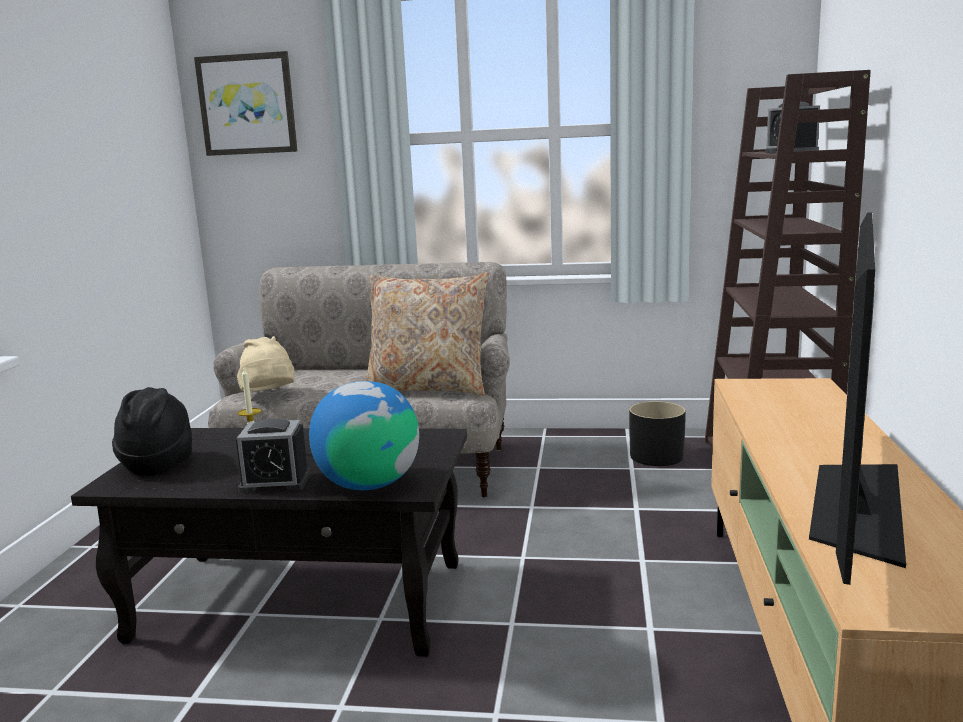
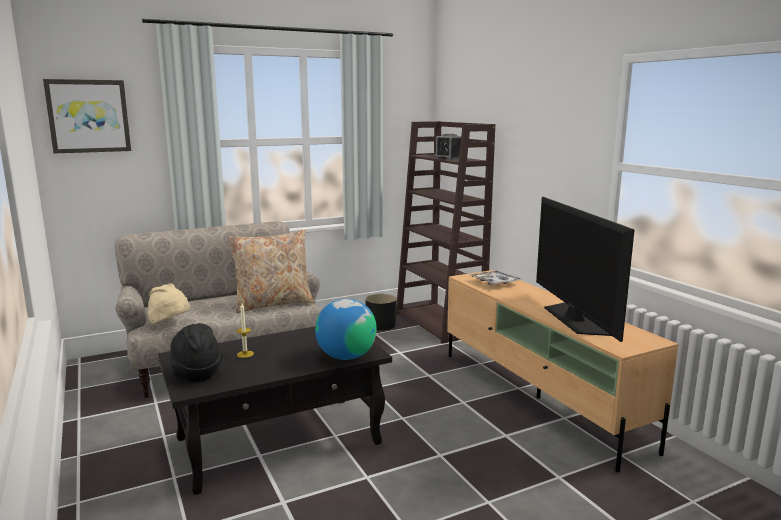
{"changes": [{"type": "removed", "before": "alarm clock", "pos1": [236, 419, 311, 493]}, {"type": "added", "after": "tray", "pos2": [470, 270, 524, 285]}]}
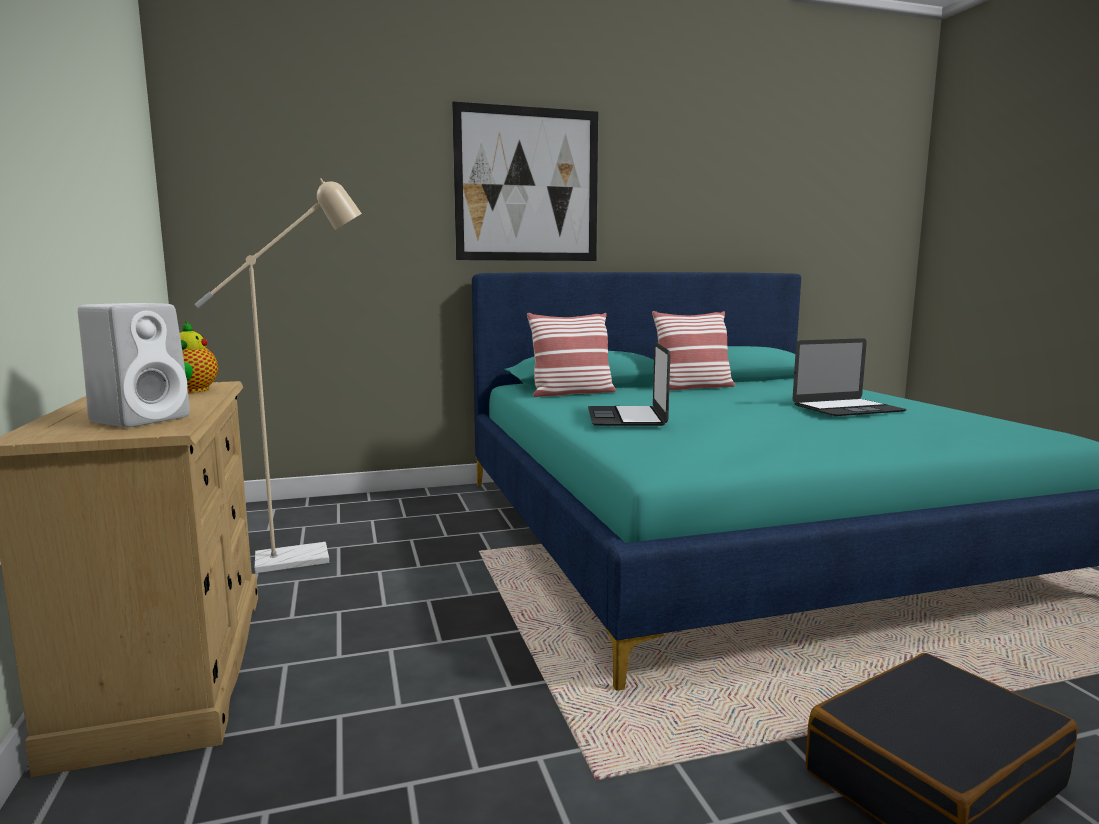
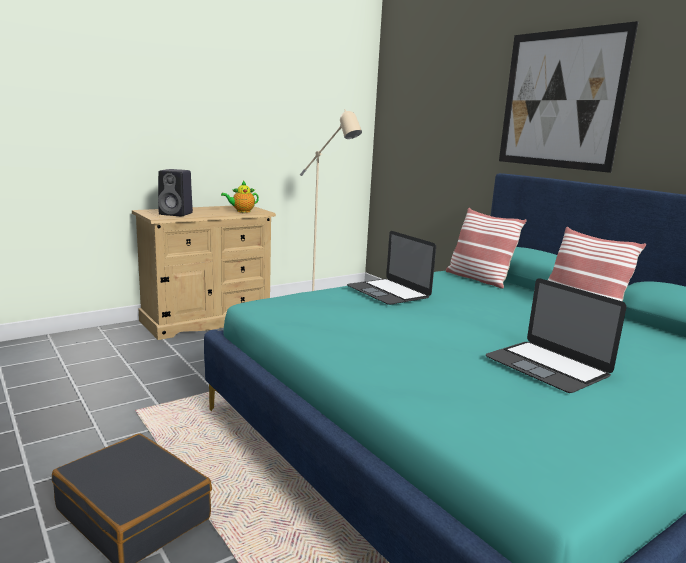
{"changes": [{"type": "recoloured", "before": "white speaker", "after": "black speaker", "pos1": [78, 303, 190, 428], "pos2": [158, 169, 193, 216]}, {"type": "turned", "before": "laptop", "pos1": [588, 342, 670, 426], "pos2": [347, 231, 436, 305], "turn": -105}]}
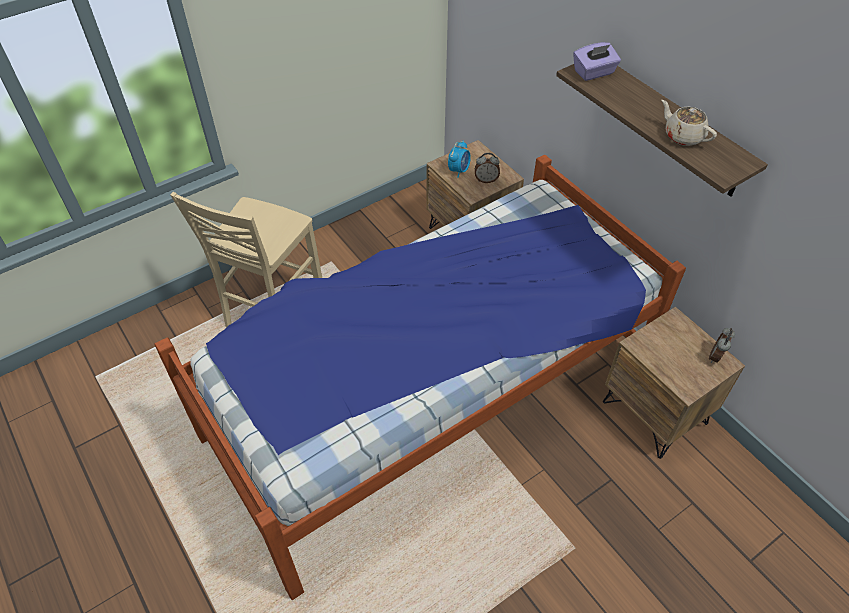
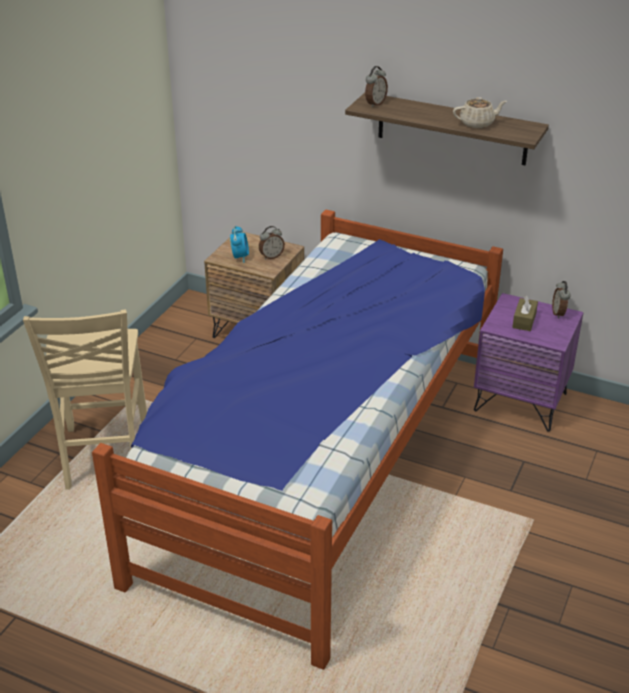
{"changes": [{"type": "replaced", "before": "purple tissue box", "after": "alarm clock", "pos1": [573, 42, 621, 81], "pos2": [365, 66, 388, 108]}, {"type": "turned", "before": "beige teapot", "pos1": [662, 100, 717, 146], "pos2": [453, 97, 507, 128], "turn": 150}, {"type": "recoloured", "before": "brown nightstand", "after": "purple nightstand", "pos1": [603, 307, 745, 459], "pos2": [474, 293, 583, 432]}, {"type": "added", "after": "brown tissue box", "pos2": [512, 295, 538, 331]}]}
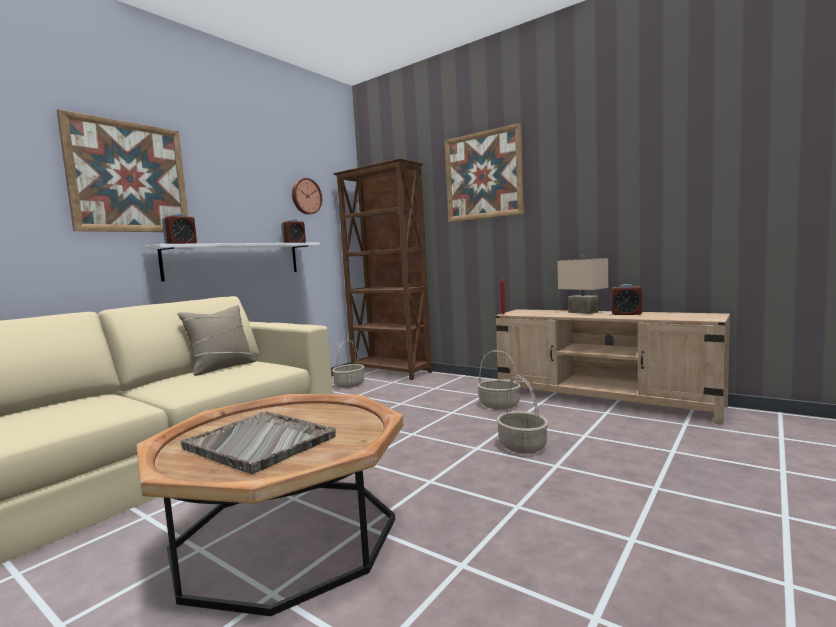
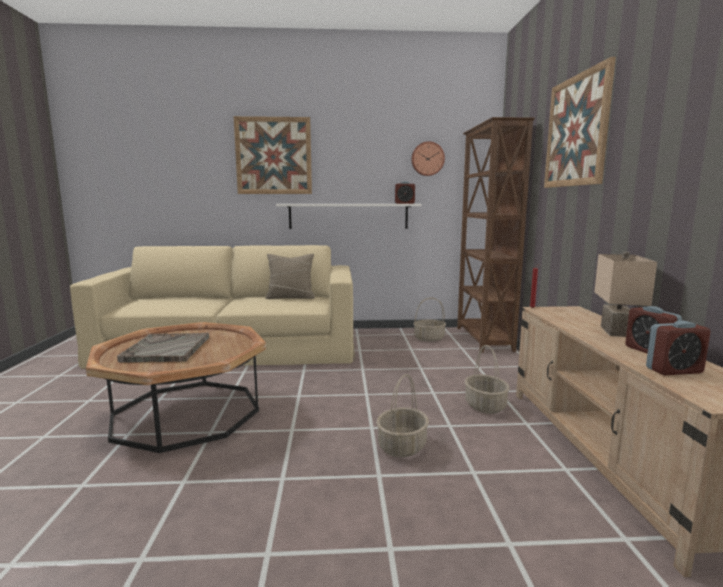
{"changes": [{"type": "moved", "before": "alarm clock", "pos1": [162, 213, 197, 244], "pos2": [646, 320, 711, 375]}]}
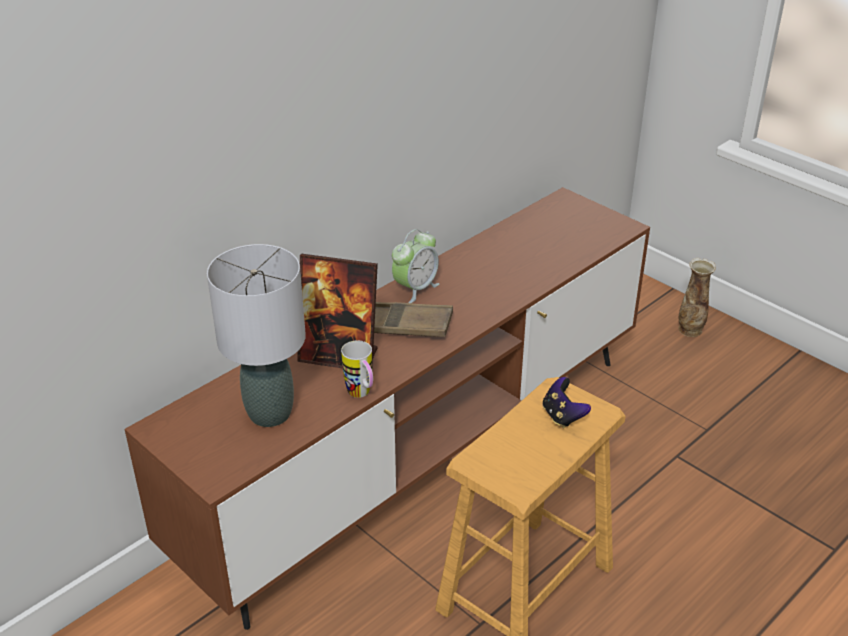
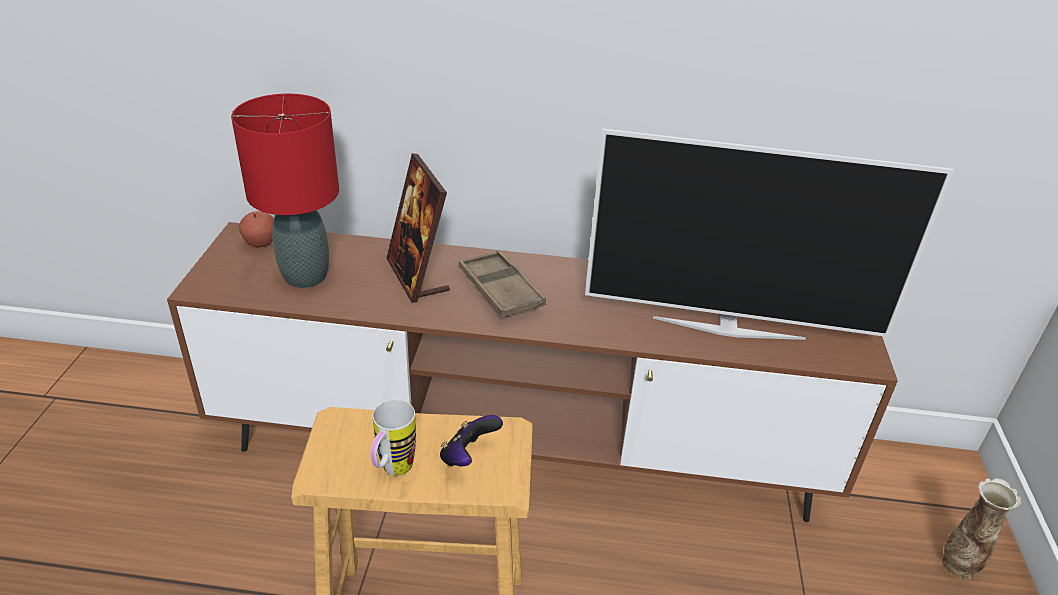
{"changes": [{"type": "removed", "before": "alarm clock", "pos1": [392, 229, 439, 303]}, {"type": "recoloured", "before": "grey table lamp", "after": "red table lamp", "pos1": [207, 244, 306, 427], "pos2": [231, 94, 339, 288]}, {"type": "moved", "before": "mug", "pos1": [341, 340, 373, 398], "pos2": [371, 400, 416, 476]}, {"type": "added", "after": "television", "pos2": [585, 129, 954, 340]}, {"type": "added", "after": "apple", "pos2": [239, 211, 274, 248]}]}
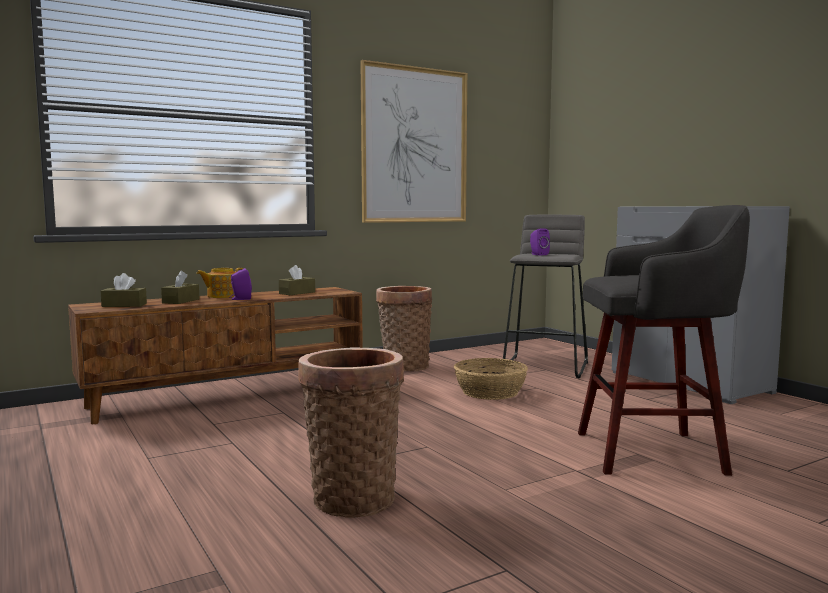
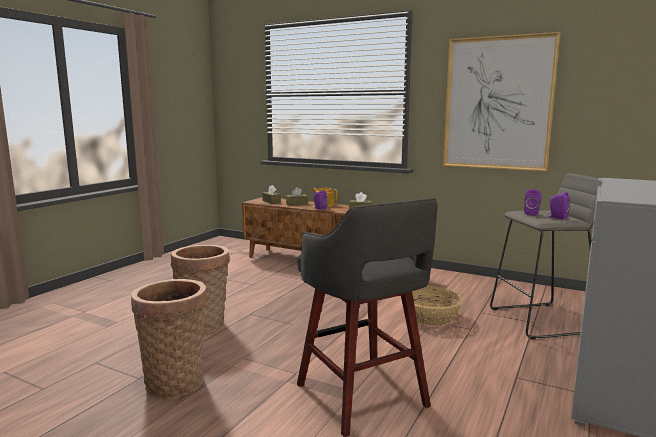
{"changes": [{"type": "moved", "before": "basket", "pos1": [376, 286, 432, 371], "pos2": [131, 279, 207, 399]}, {"type": "added", "after": "purple speaker", "pos2": [548, 192, 570, 220]}]}
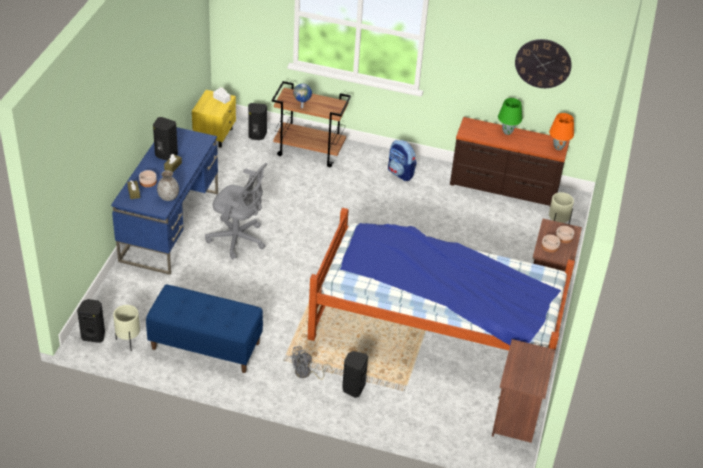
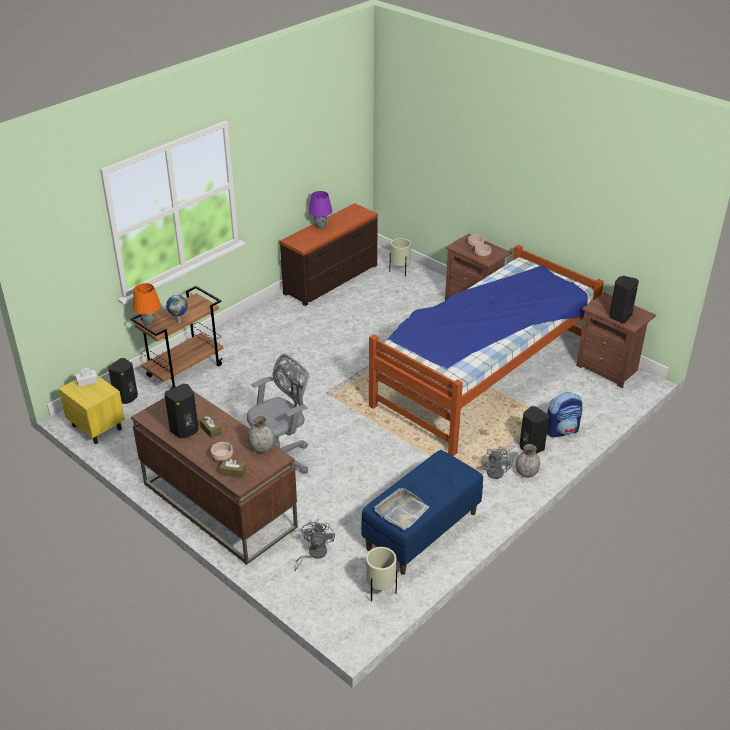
{"changes": [{"type": "removed", "before": "wall clock", "pos1": [515, 39, 572, 88]}, {"type": "recoloured", "before": "green table lamp", "after": "purple table lamp", "pos1": [498, 98, 522, 135], "pos2": [308, 191, 332, 229]}, {"type": "moved", "before": "orange table lamp", "pos1": [549, 113, 574, 150], "pos2": [133, 283, 161, 326]}, {"type": "recoloured", "before": "blue desk", "after": "brown desk", "pos1": [111, 127, 218, 275], "pos2": [131, 391, 298, 565]}, {"type": "moved", "before": "backpack", "pos1": [388, 140, 416, 181], "pos2": [547, 392, 583, 438]}, {"type": "moved", "before": "black speaker", "pos1": [77, 299, 105, 343], "pos2": [609, 276, 639, 323]}, {"type": "added", "after": "grey vase", "pos2": [516, 444, 540, 478]}, {"type": "added", "after": "grey tray", "pos2": [375, 488, 429, 530]}, {"type": "added", "after": "grey fan", "pos2": [295, 519, 335, 571]}]}
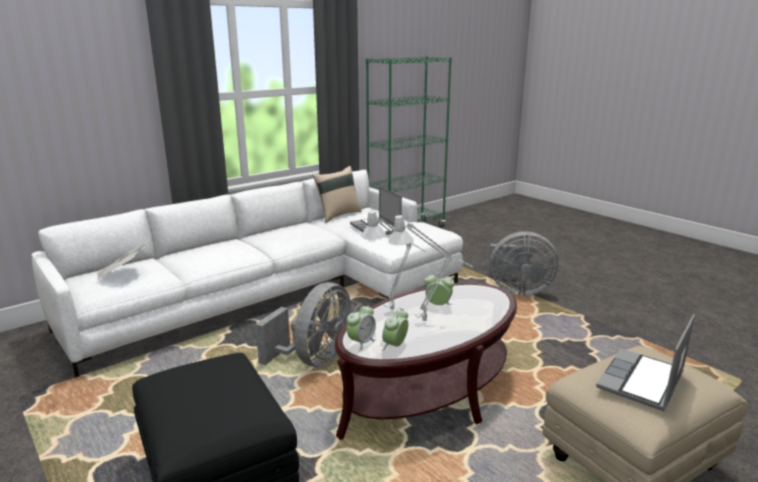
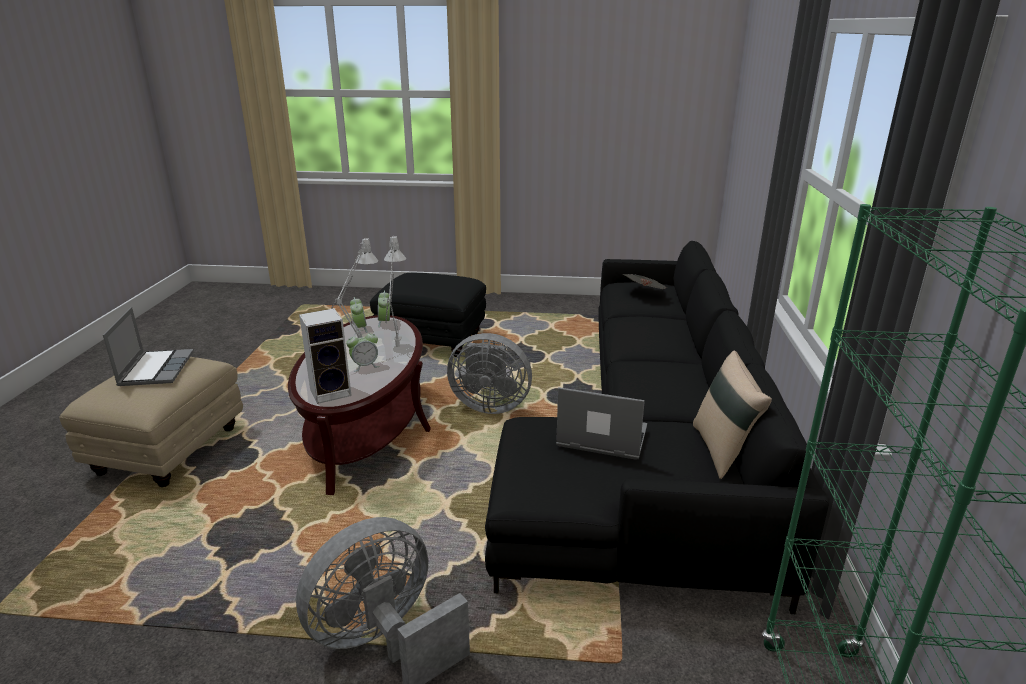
{"changes": [{"type": "recoloured", "before": "white sofa", "after": "black sofa", "pos1": [31, 170, 463, 377], "pos2": [485, 241, 829, 614]}, {"type": "turned", "before": "grey fan", "pos1": [255, 282, 351, 367], "pos2": [447, 333, 532, 414], "turn": -60}, {"type": "added", "after": "speaker", "pos2": [299, 308, 352, 404]}]}
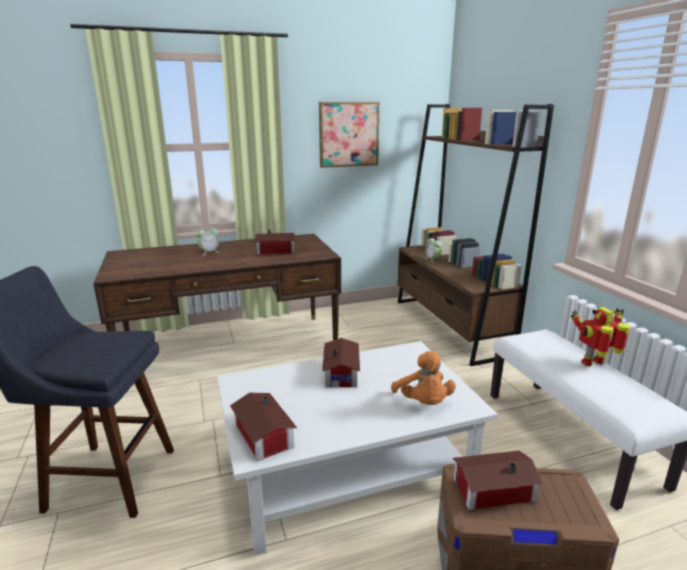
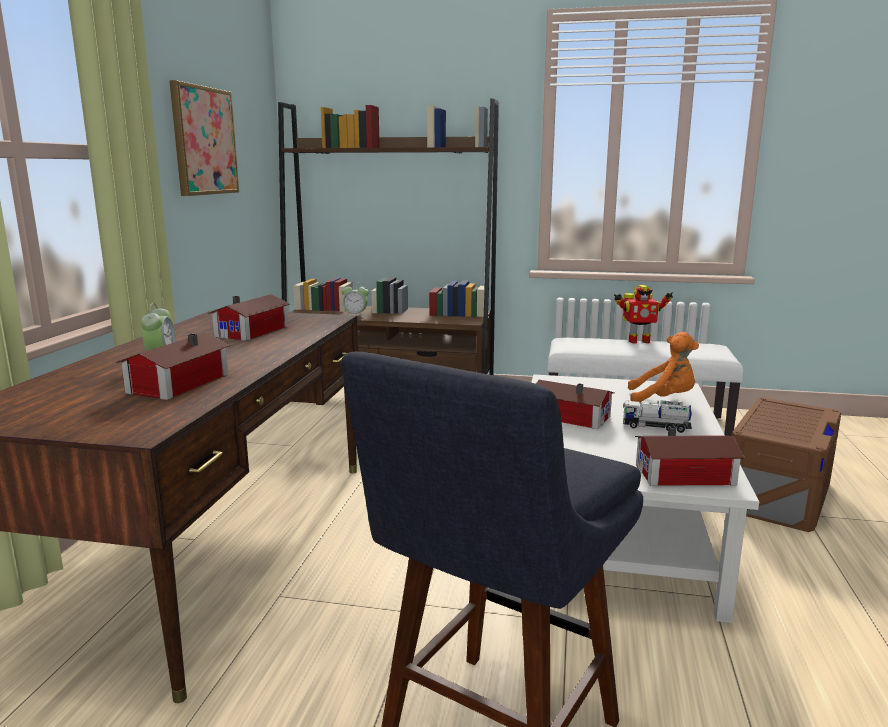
{"changes": [{"type": "turned", "before": "toy robot", "pos1": [571, 307, 630, 366], "pos2": [614, 285, 673, 344], "turn": -105}, {"type": "moved", "before": "toy house", "pos1": [453, 451, 543, 510], "pos2": [116, 332, 230, 400]}, {"type": "added", "after": "toy truck", "pos2": [623, 400, 692, 433]}]}
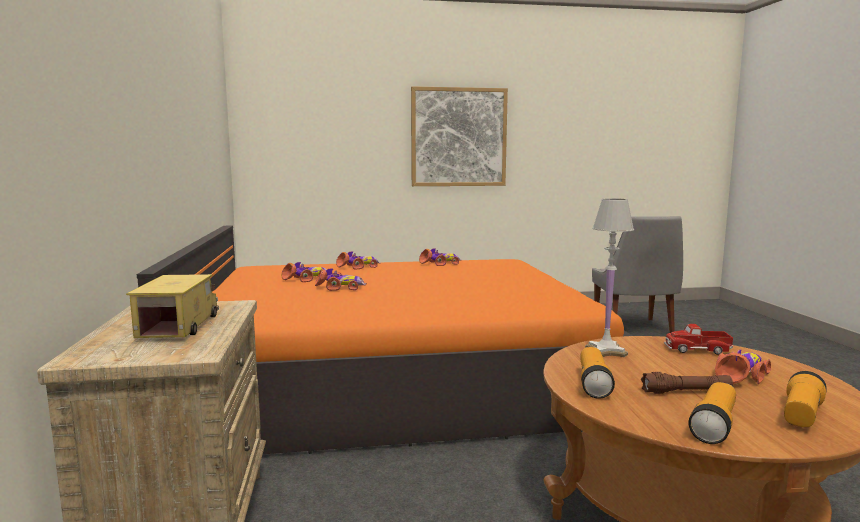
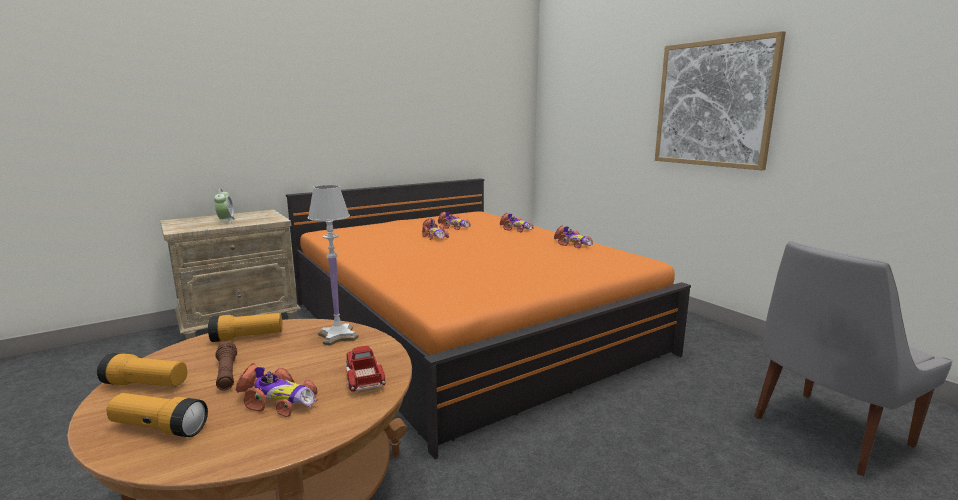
{"changes": [{"type": "replaced", "before": "toy truck", "after": "alarm clock", "pos1": [126, 274, 219, 338], "pos2": [214, 189, 235, 223]}]}
